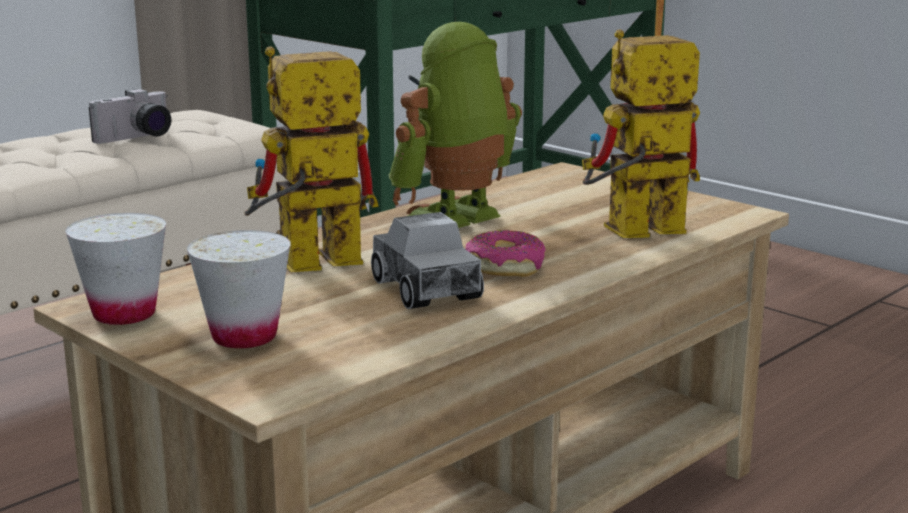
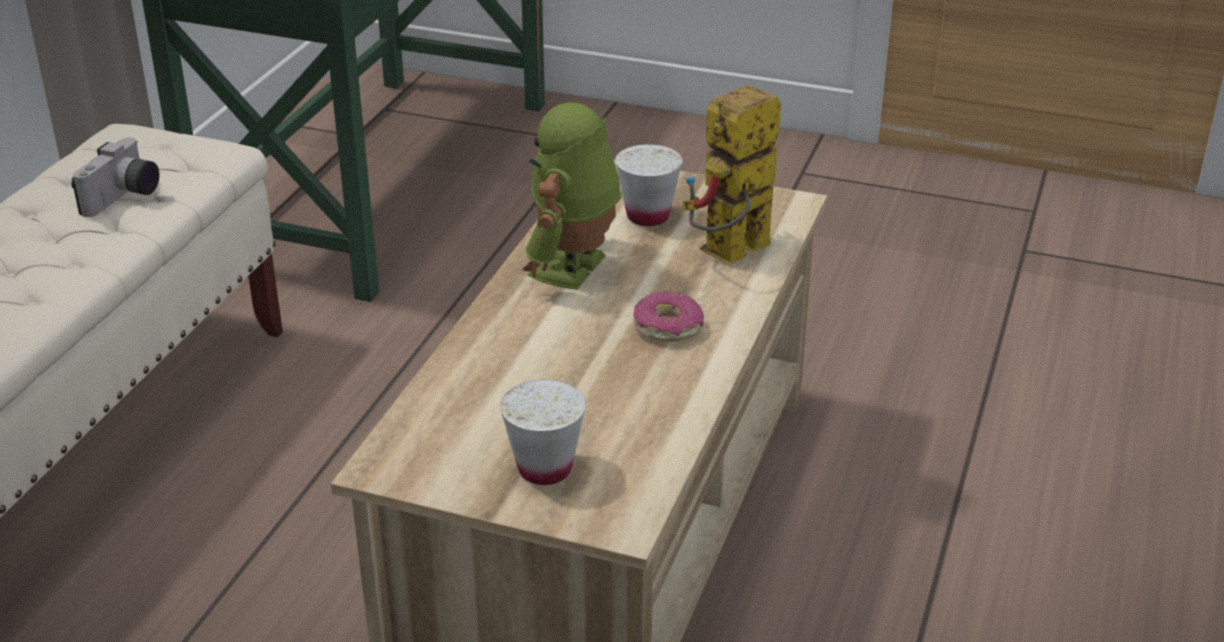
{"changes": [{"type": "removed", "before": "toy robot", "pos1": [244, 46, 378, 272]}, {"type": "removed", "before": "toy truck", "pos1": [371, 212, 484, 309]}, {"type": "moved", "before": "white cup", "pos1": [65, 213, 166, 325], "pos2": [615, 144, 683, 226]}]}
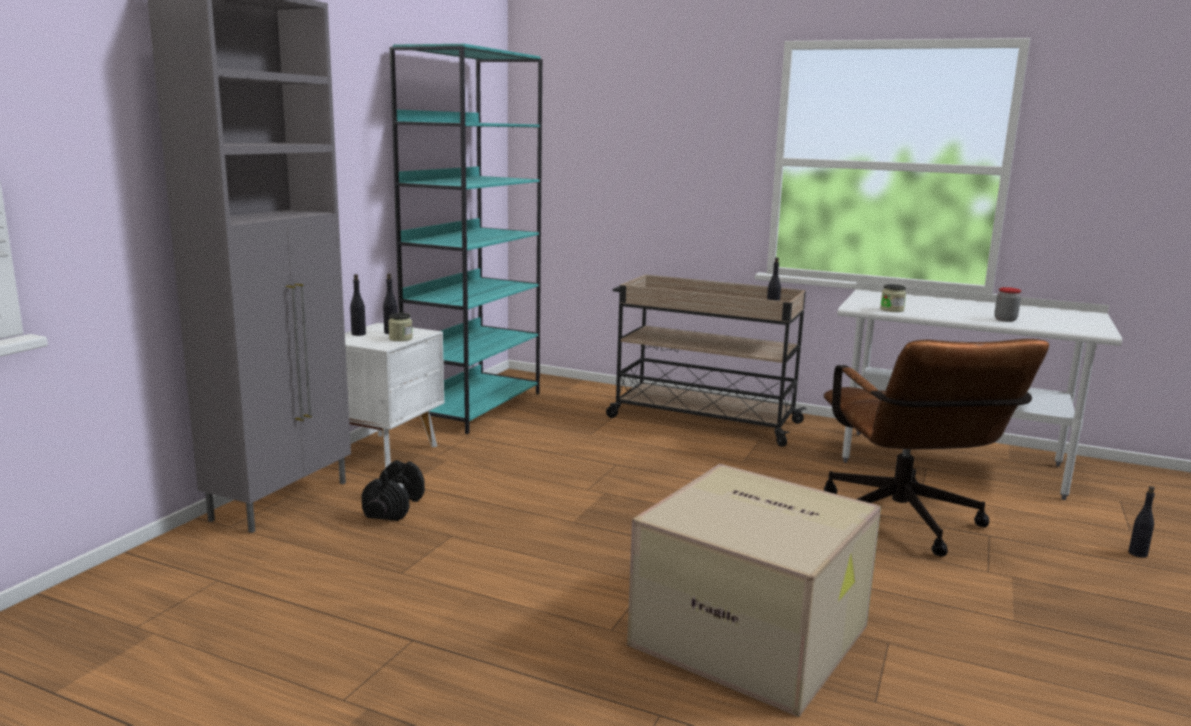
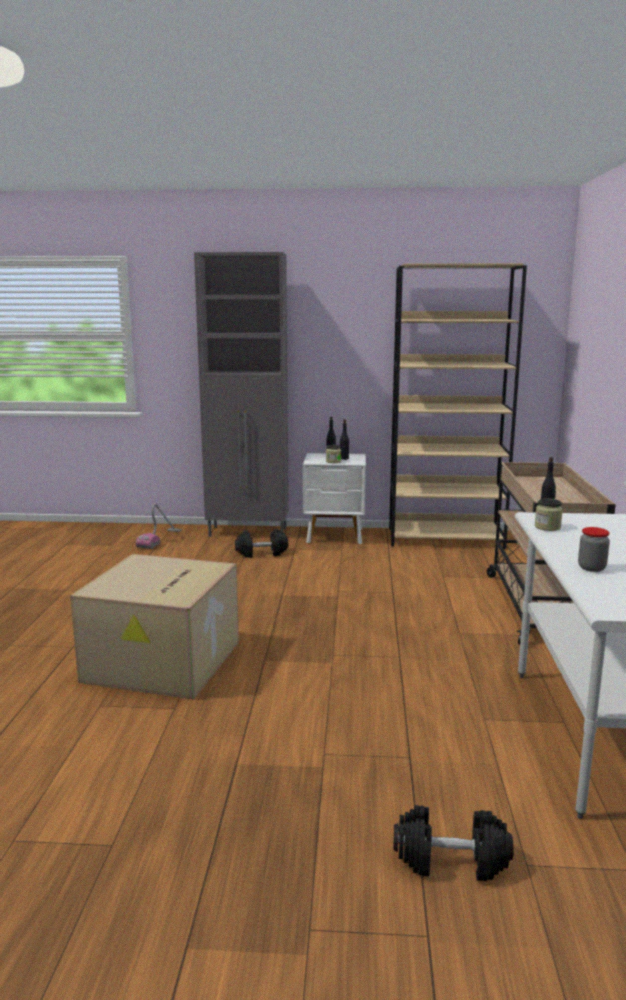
{"changes": [{"type": "recoloured", "before": "turquoise bookcase", "after": "beige bookcase", "pos1": [389, 44, 542, 434], "pos2": [389, 263, 527, 549]}, {"type": "removed", "before": "brown office chair", "pos1": [824, 339, 1049, 557]}, {"type": "replaced", "before": "black bottle", "after": "black dumbbell", "pos1": [1128, 486, 1155, 558], "pos2": [393, 805, 514, 881]}, {"type": "added", "after": "vacuum cleaner", "pos2": [136, 503, 182, 549]}]}
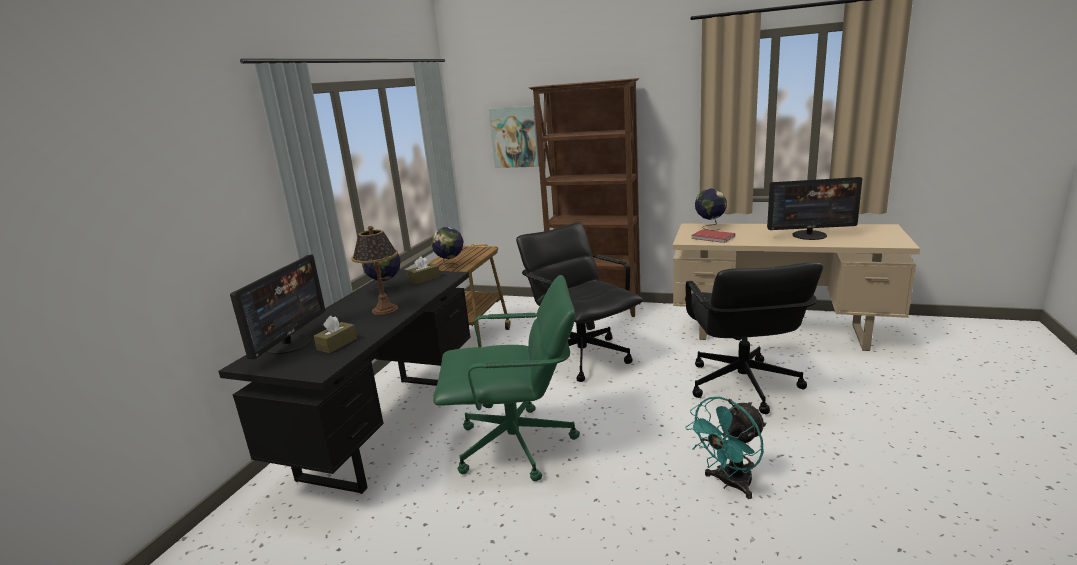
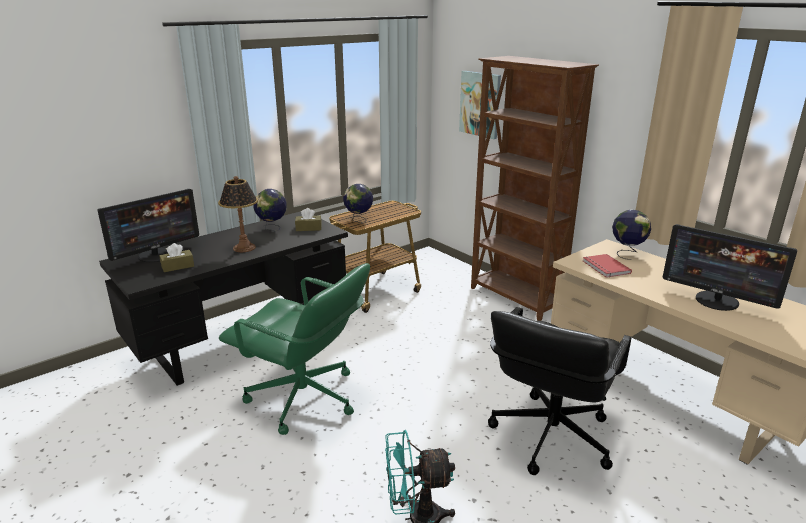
{"changes": [{"type": "removed", "before": "black office chair", "pos1": [516, 222, 643, 382]}]}
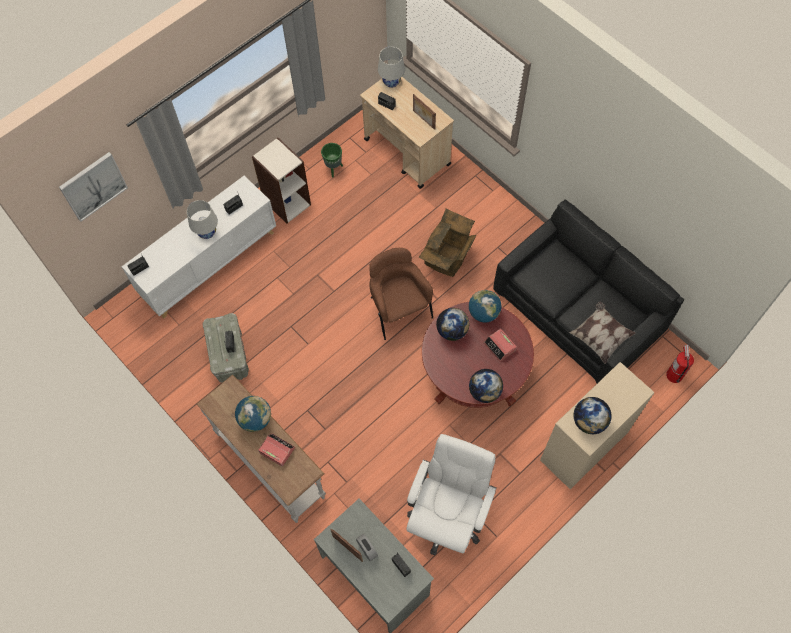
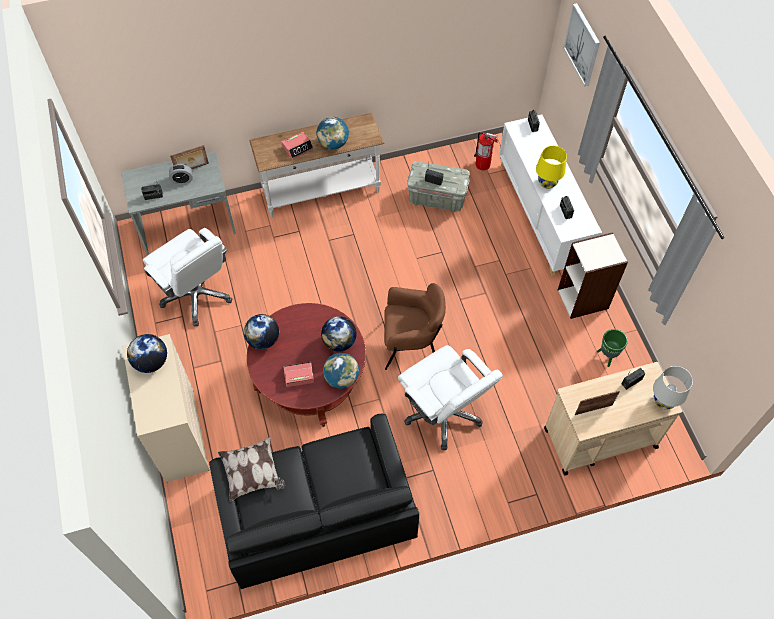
{"changes": [{"type": "recoloured", "before": "white table lamp", "after": "yellow table lamp", "pos1": [187, 200, 218, 239], "pos2": [536, 146, 567, 189]}, {"type": "replaced", "before": "cardboard box", "after": "white office chair", "pos1": [418, 208, 476, 277], "pos2": [398, 345, 503, 450]}, {"type": "moved", "before": "fire extinguisher", "pos1": [666, 345, 694, 383], "pos2": [474, 132, 498, 170]}]}
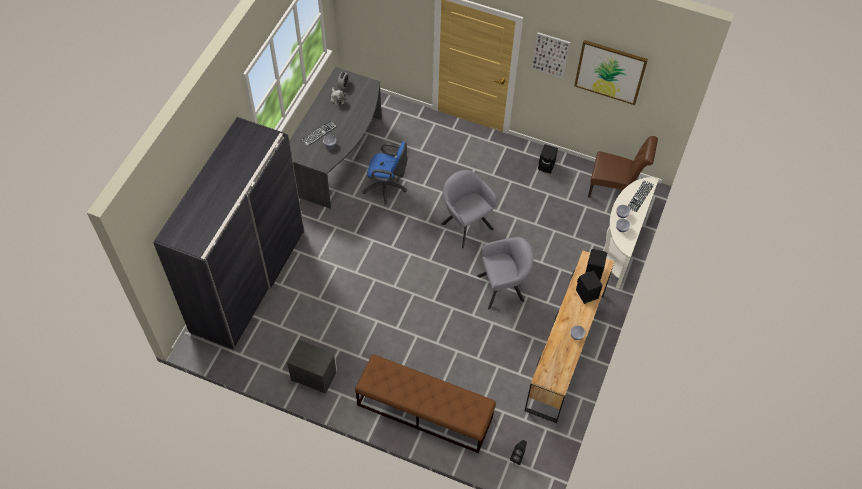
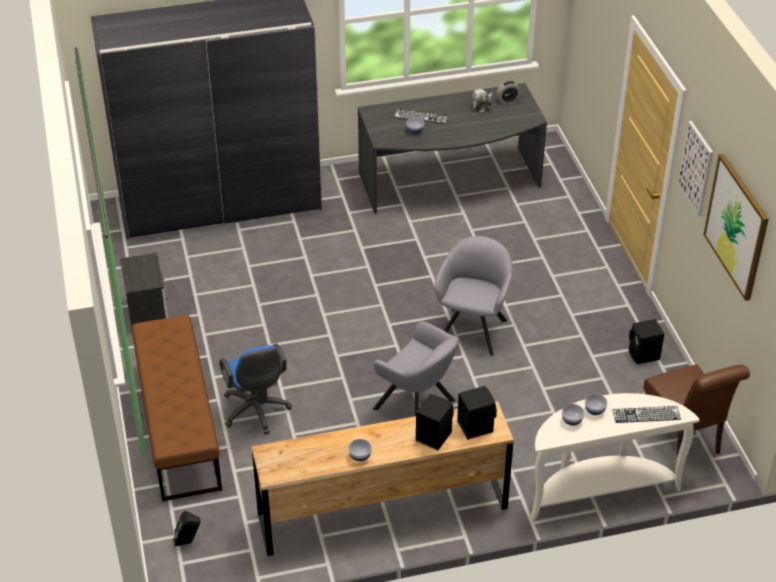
{"changes": [{"type": "moved", "before": "blue office chair", "pos1": [362, 141, 407, 204], "pos2": [219, 344, 292, 435]}]}
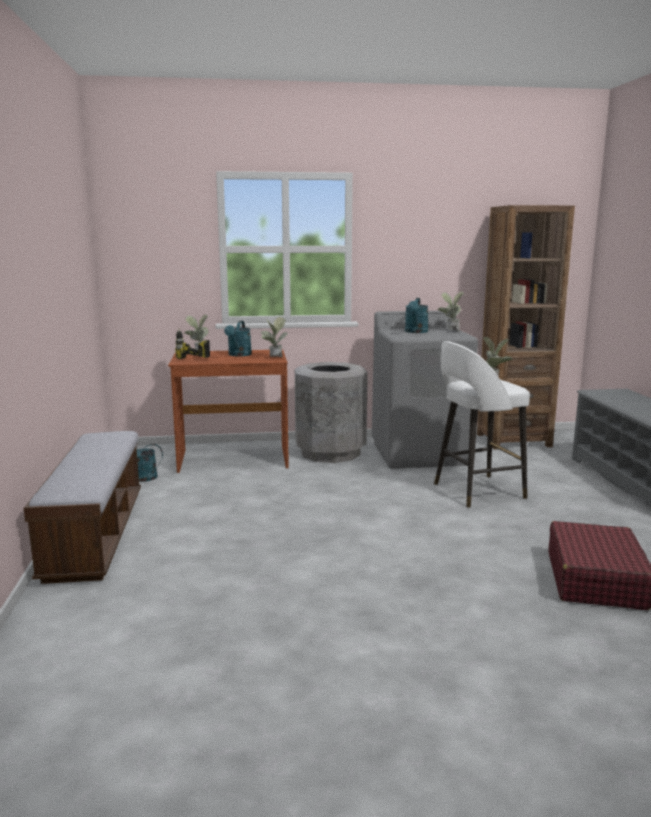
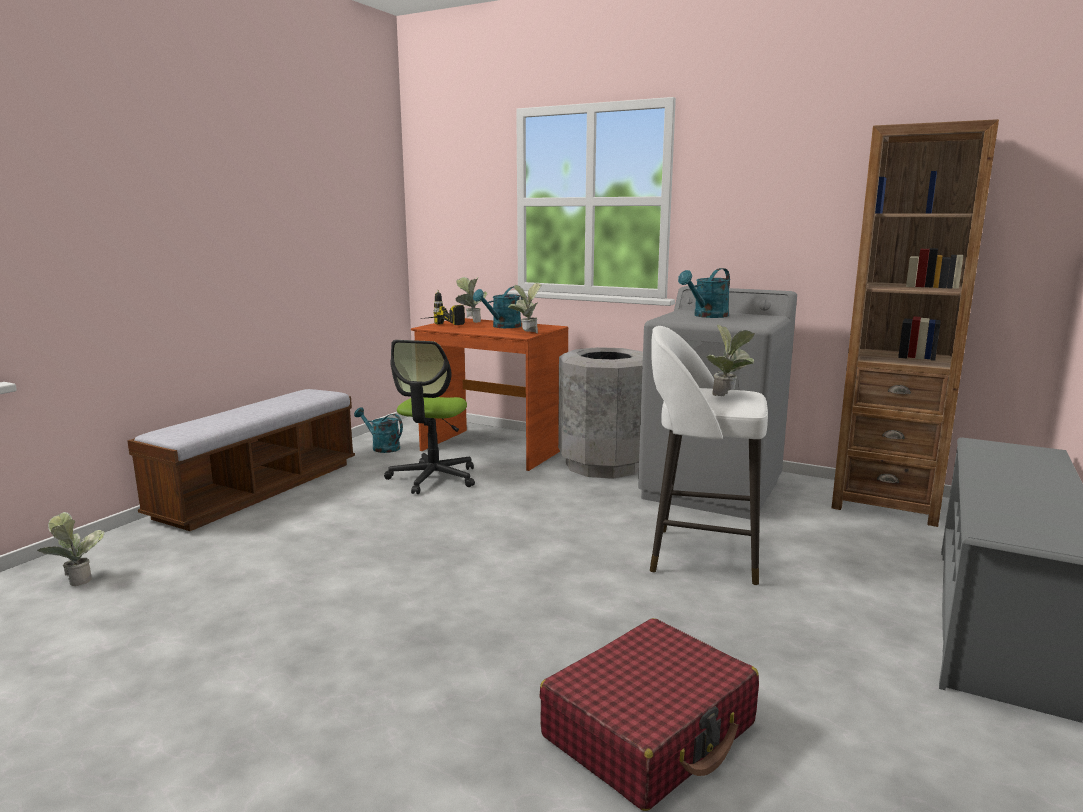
{"changes": [{"type": "moved", "before": "potted plant", "pos1": [437, 292, 464, 331], "pos2": [37, 512, 105, 586]}, {"type": "added", "after": "office chair", "pos2": [384, 340, 475, 494]}]}
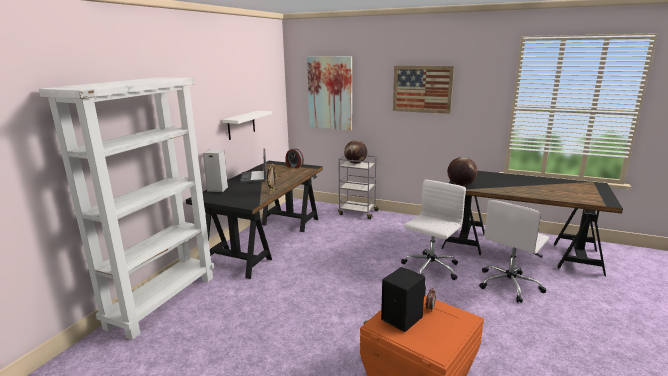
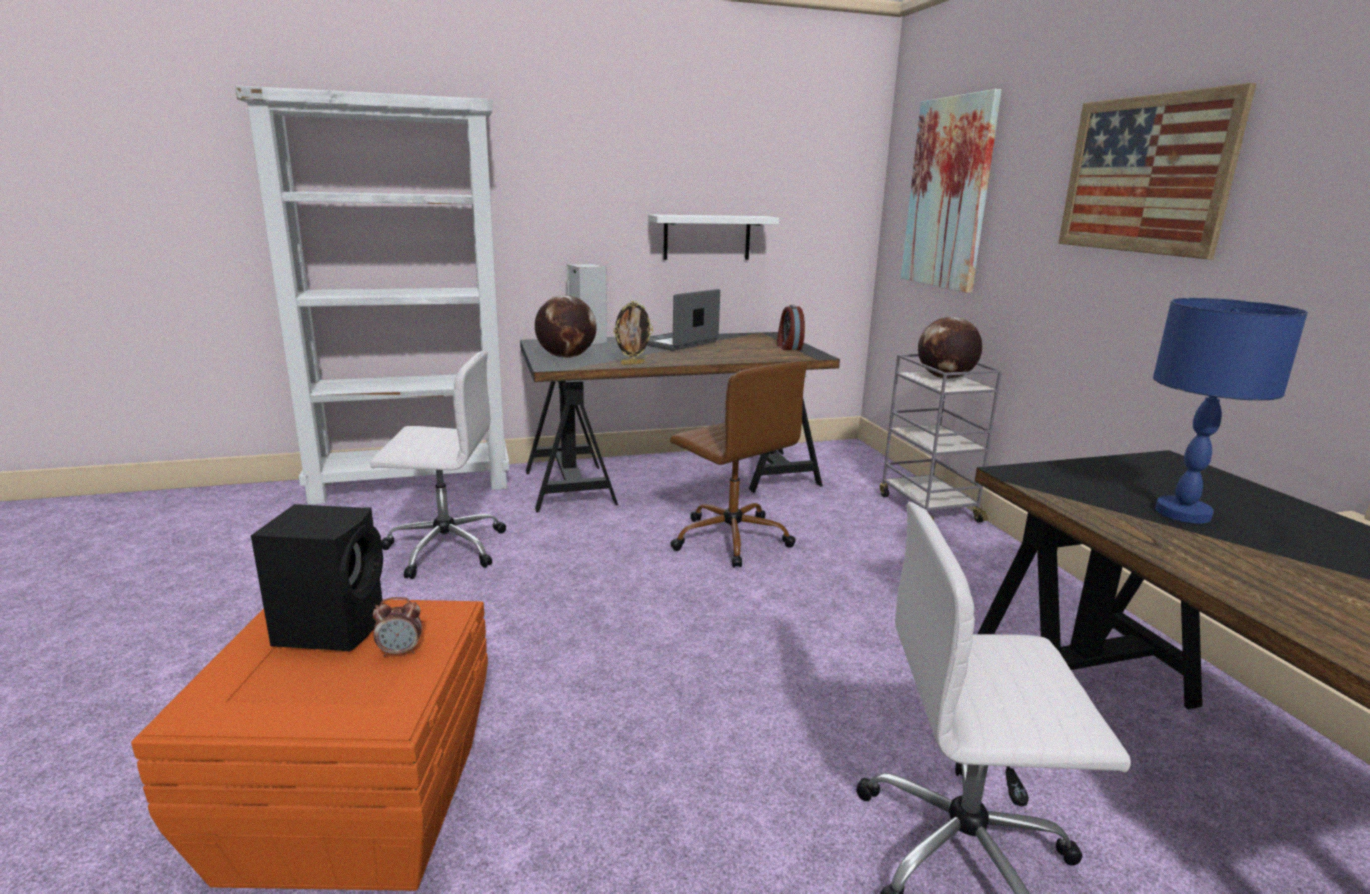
{"changes": [{"type": "moved", "before": "globe", "pos1": [447, 157, 478, 186], "pos2": [535, 295, 597, 358]}, {"type": "moved", "before": "white office chair", "pos1": [401, 180, 466, 280], "pos2": [370, 351, 506, 579]}, {"type": "added", "after": "blue table lamp", "pos2": [1153, 298, 1308, 524]}, {"type": "added", "after": "brown office chair", "pos2": [670, 361, 807, 568]}]}
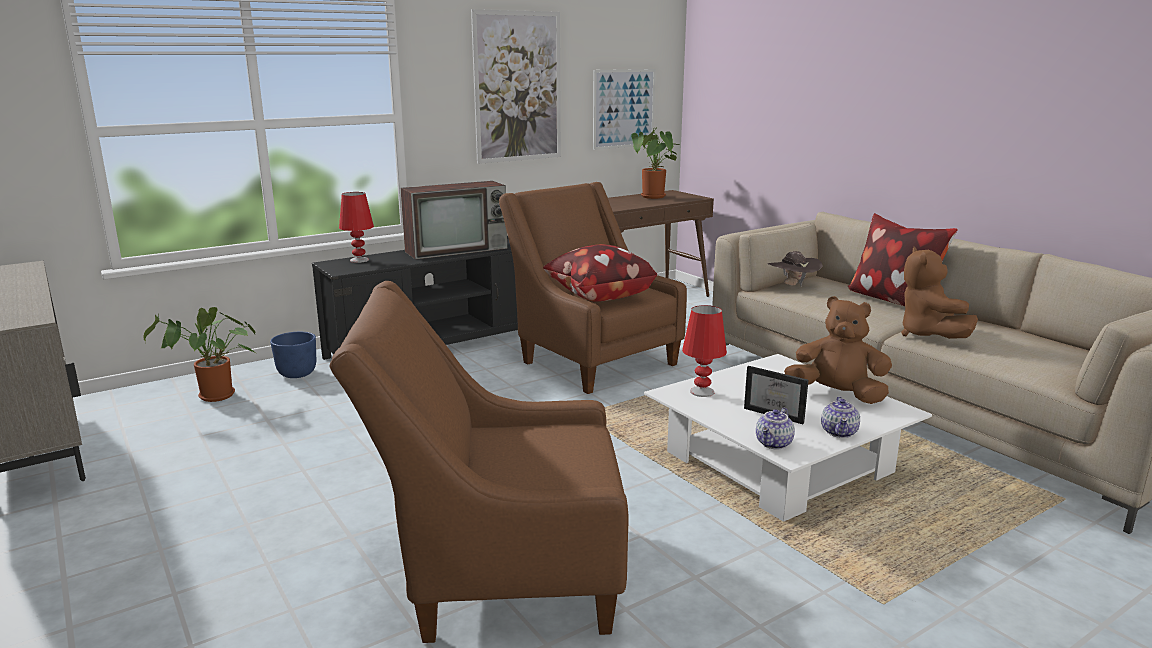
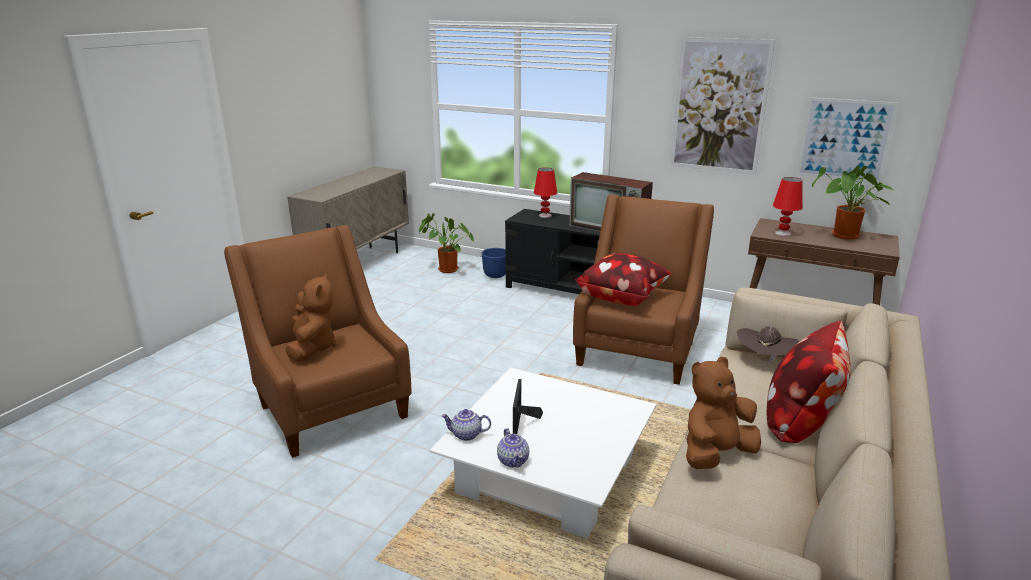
{"changes": [{"type": "moved", "before": "brown plush toy", "pos1": [784, 296, 892, 404], "pos2": [285, 273, 336, 362]}, {"type": "moved", "before": "red table lamp", "pos1": [682, 305, 727, 397], "pos2": [773, 177, 803, 236]}, {"type": "turned", "before": "teapot", "pos1": [821, 396, 860, 438], "pos2": [497, 428, 529, 468], "turn": -90}]}
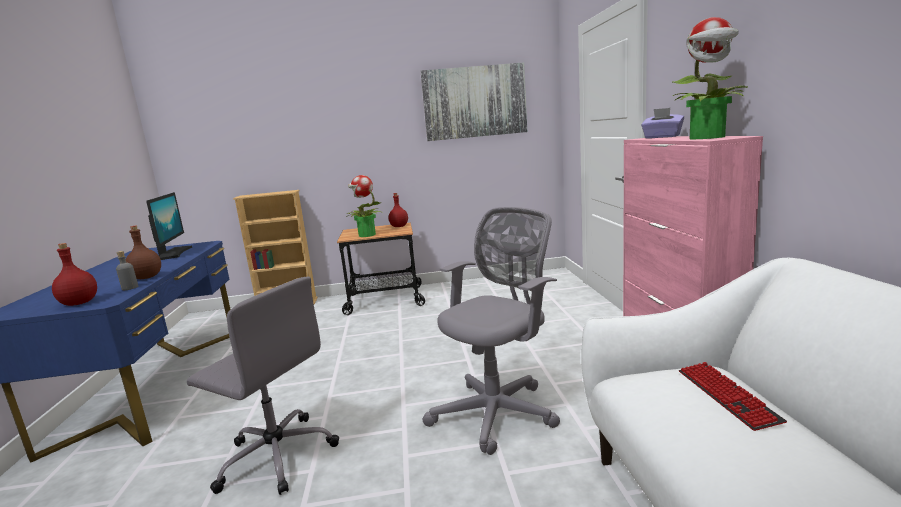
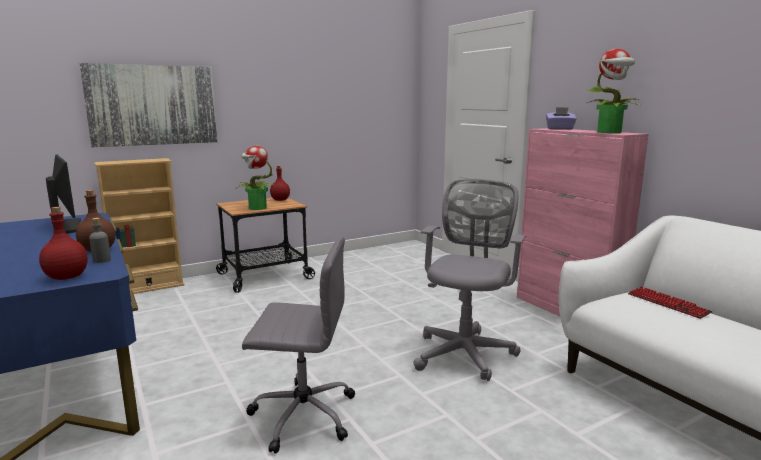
{"changes": [{"type": "moved", "before": "picture", "pos1": [420, 62, 527, 141], "pos2": [80, 63, 217, 147]}]}
